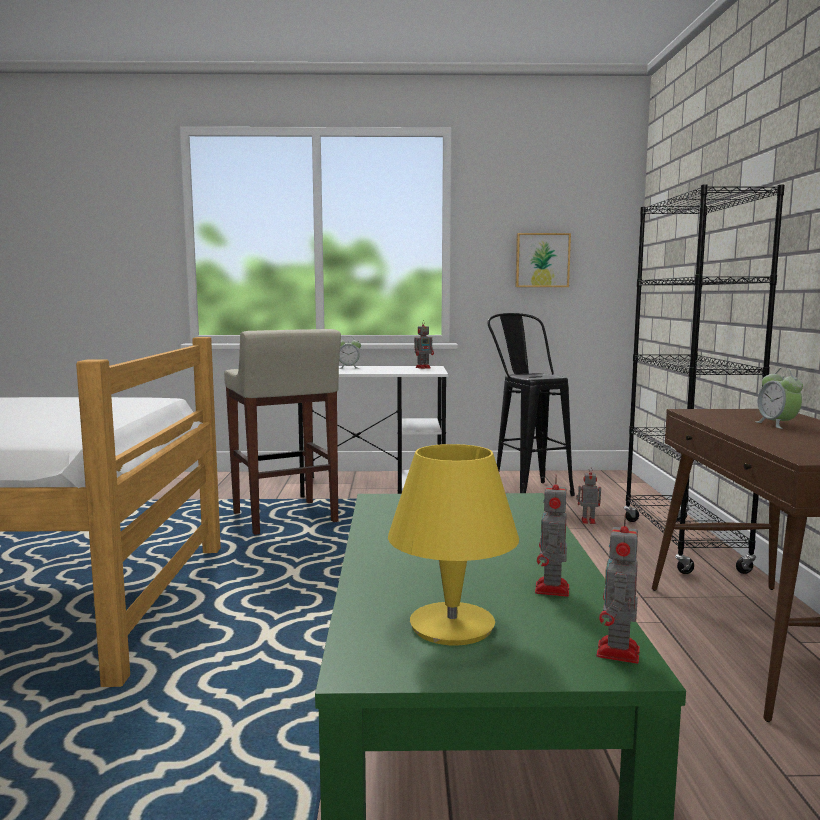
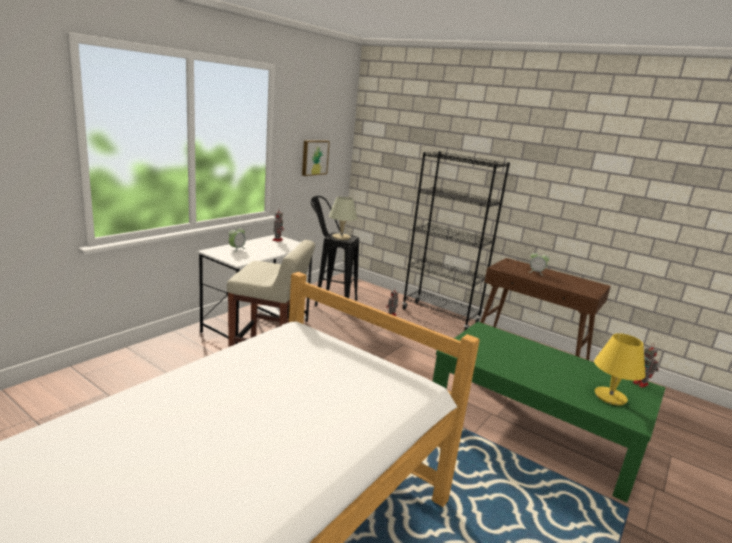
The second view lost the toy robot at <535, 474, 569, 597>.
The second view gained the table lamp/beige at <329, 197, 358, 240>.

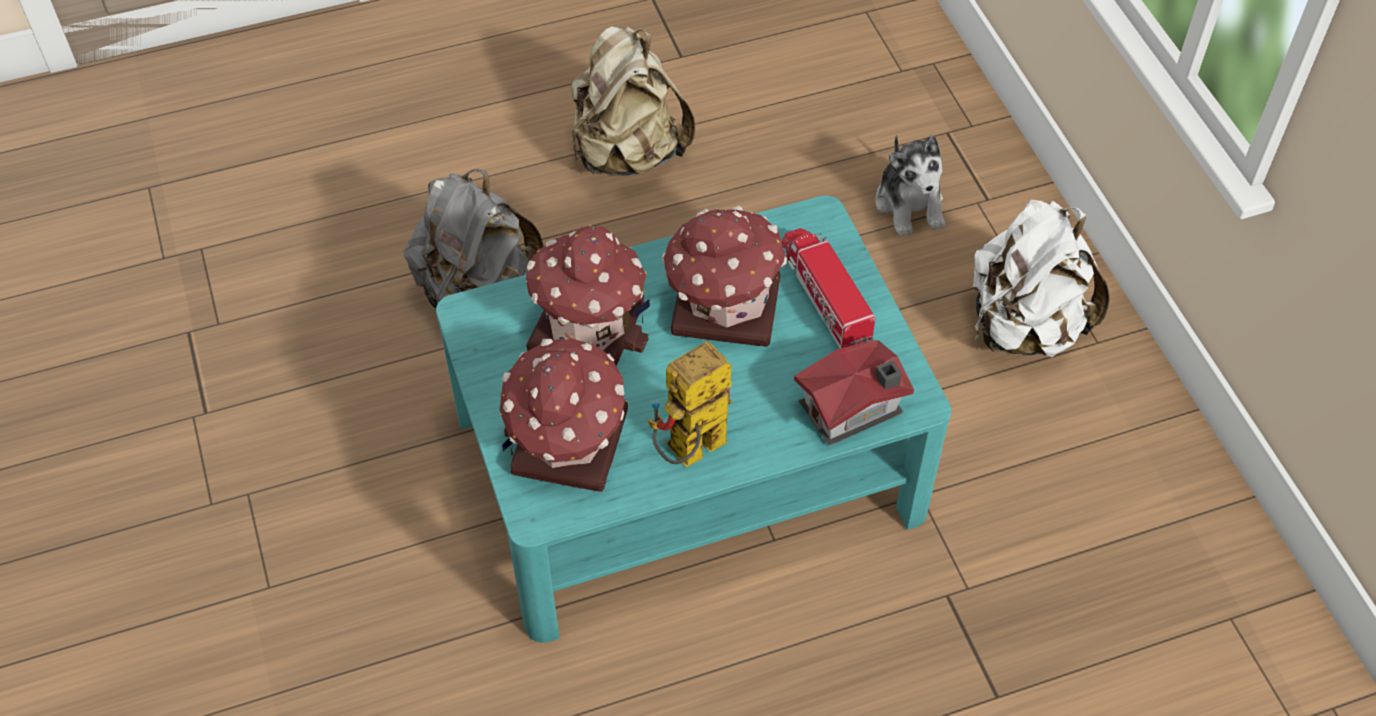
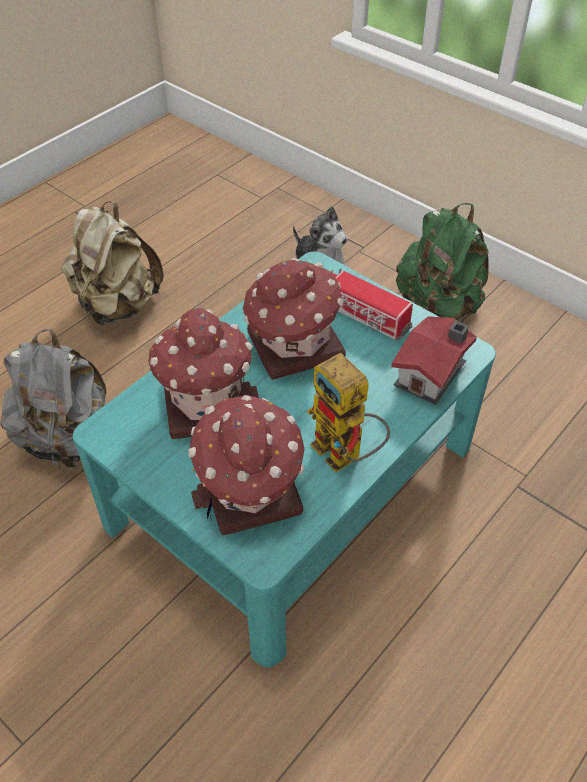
The toy robot at <648, 341, 732, 467> ended up facing another way, 60 degrees counterclockwise from before.
What was the backpack/white at <973, 200, 1110, 357> turned into the backpack/green at <396, 203, 489, 320>.

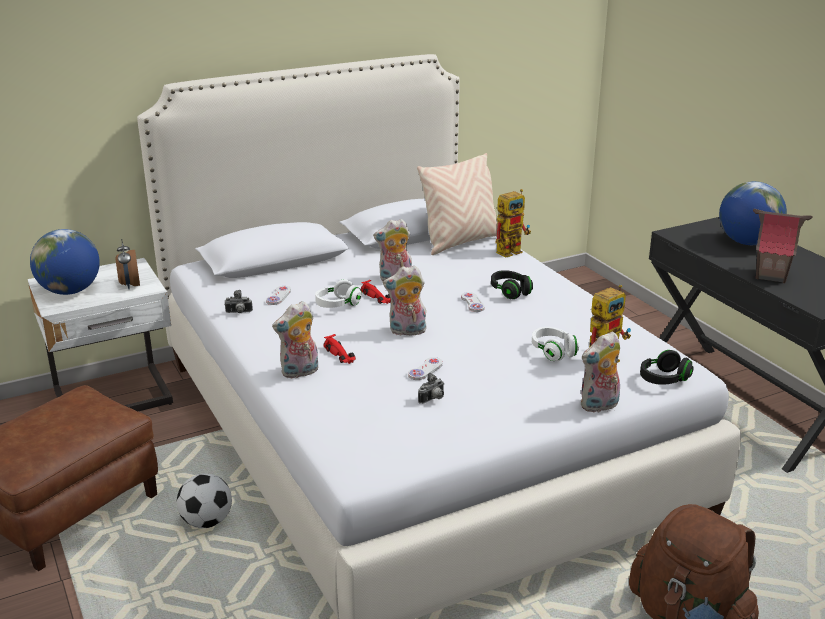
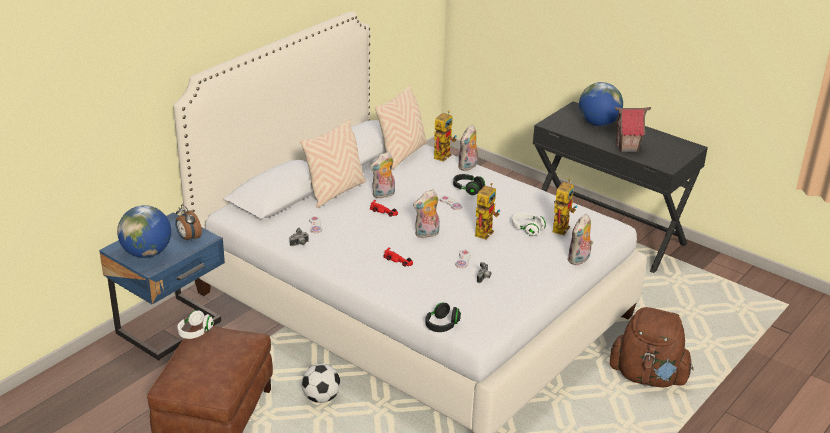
What was the nightstand/white at <28, 258, 173, 411> turned into the nightstand/blue at <99, 213, 225, 361>.
The plush toy ended up elsewhere, having gone from <272, 301, 318, 379> to <458, 125, 479, 171>.
The headphones/white ended up elsewhere, having gone from <315, 280, 362, 308> to <177, 310, 214, 339>.
The headphones/black ended up elsewhere, having gone from <640, 350, 694, 385> to <425, 302, 461, 332>.
The second view gained the pillow/beige at <300, 119, 366, 208>.
The second view gained the toy robot at <475, 183, 500, 240>.

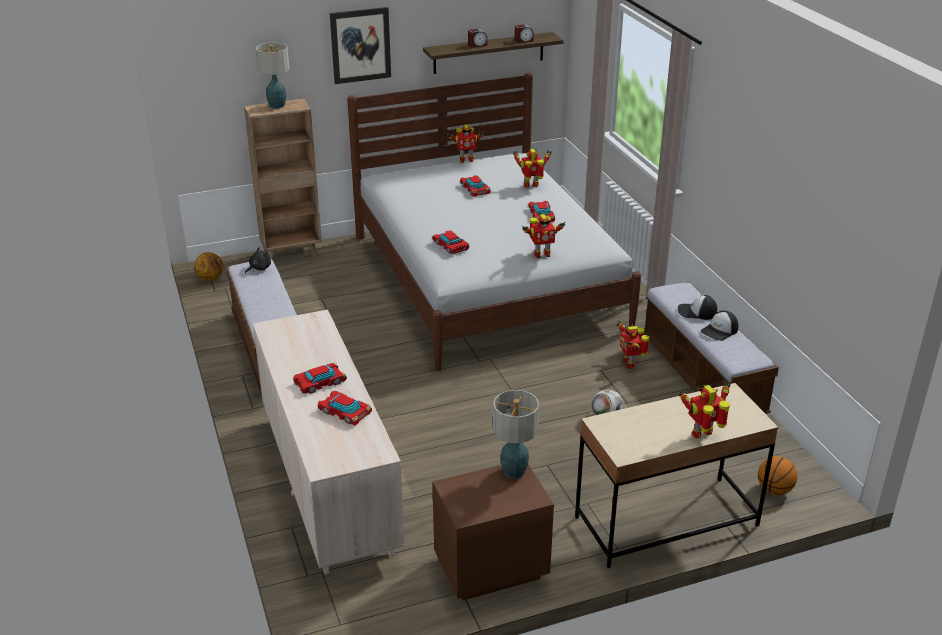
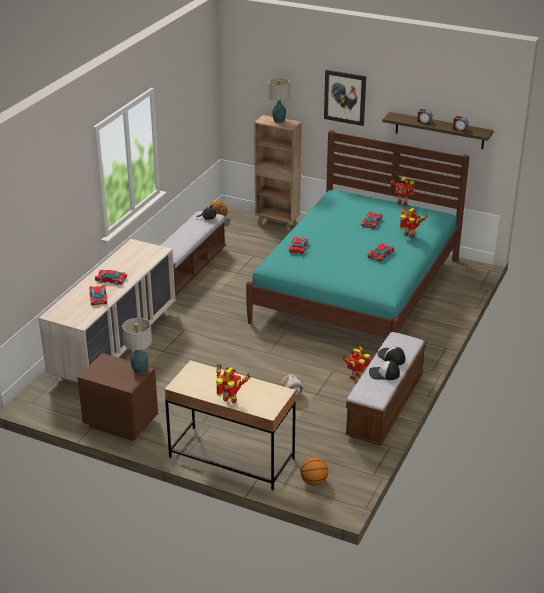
What was the bed/white at <347, 73, 641, 371> turned into the bed/turquoise at <246, 130, 469, 338>.
The second view lost the toy robot at <522, 214, 565, 258>.

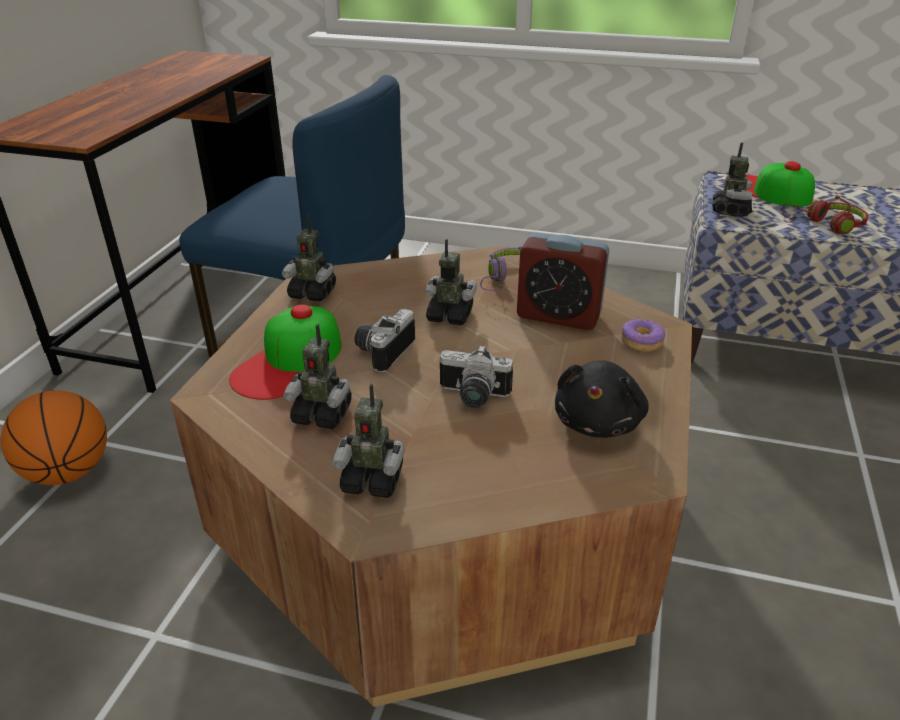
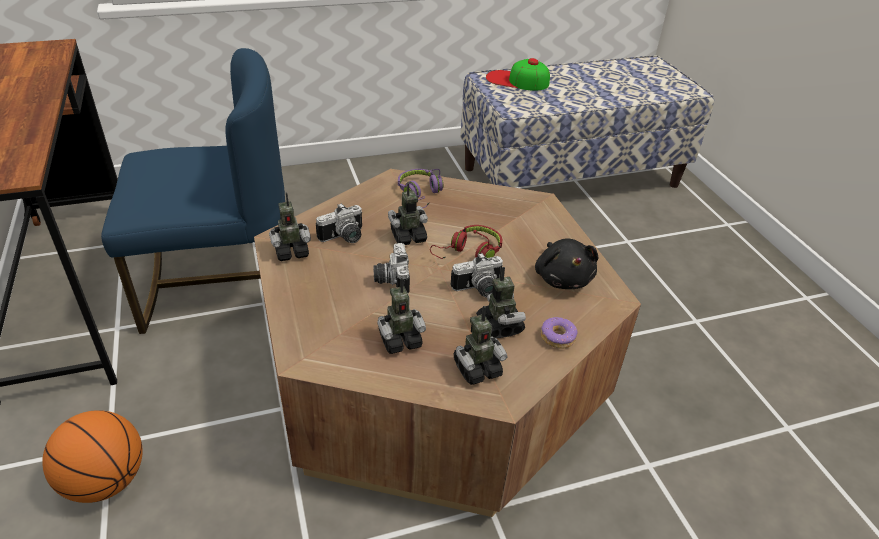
The second view lost the cap at <229, 305, 342, 400>.
The second view lost the alarm clock at <517, 232, 609, 330>.
The donut ended up elsewhere, having gone from <621, 319, 665, 351> to <541, 317, 578, 348>.
The toy robot ended up elsewhere, having gone from <712, 143, 752, 216> to <476, 267, 526, 338>.
The headphones/red ended up elsewhere, having gone from <782, 195, 869, 234> to <430, 225, 502, 259>.
The second view gained the photo camera at <316, 203, 362, 243>.

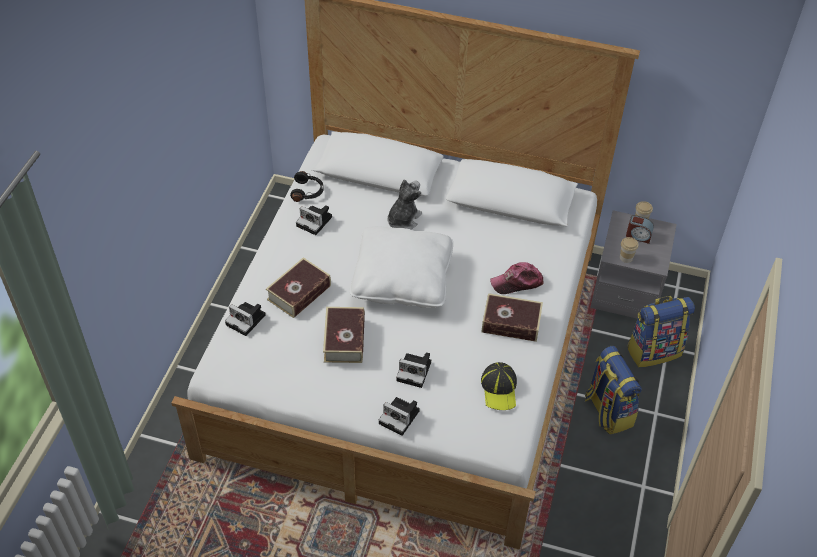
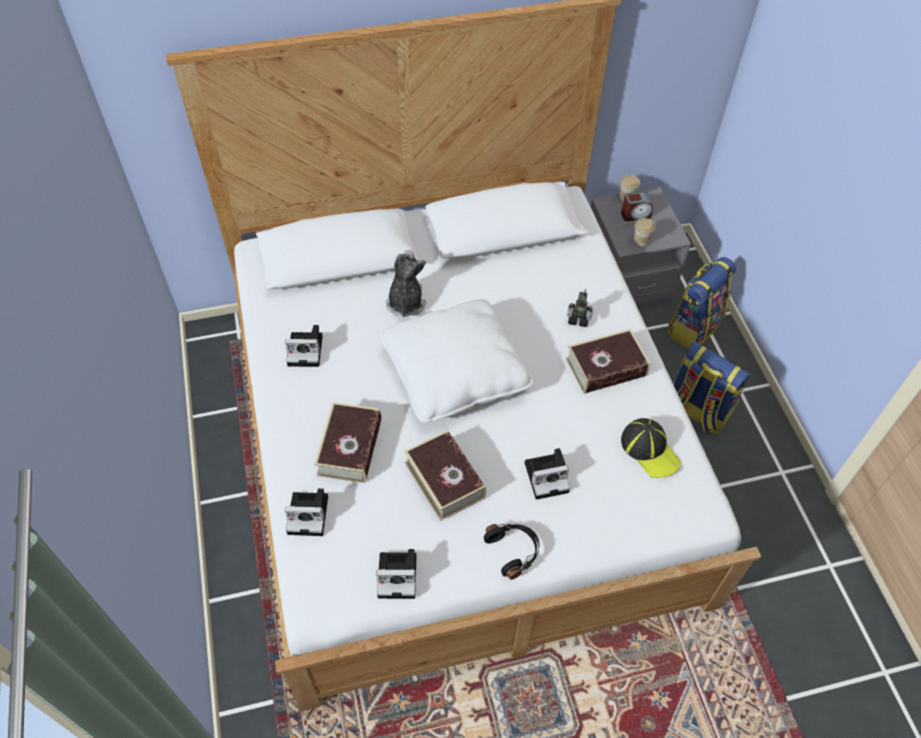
The headphones/black ended up elsewhere, having gone from <290, 171, 324, 202> to <484, 524, 540, 580>.
The photo camera ended up elsewhere, having gone from <379, 397, 420, 436> to <376, 549, 417, 599>.
Where the cap stood at <490, 262, 543, 294>, the toy robot came to stand at <567, 289, 593, 327>.

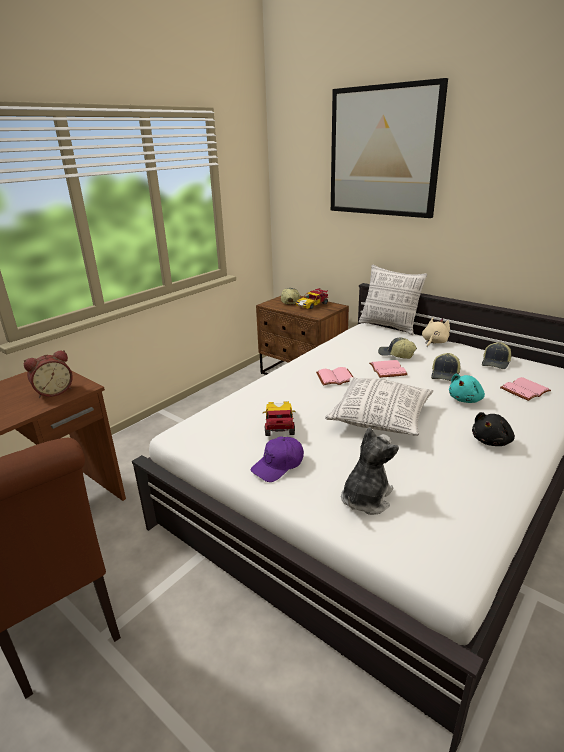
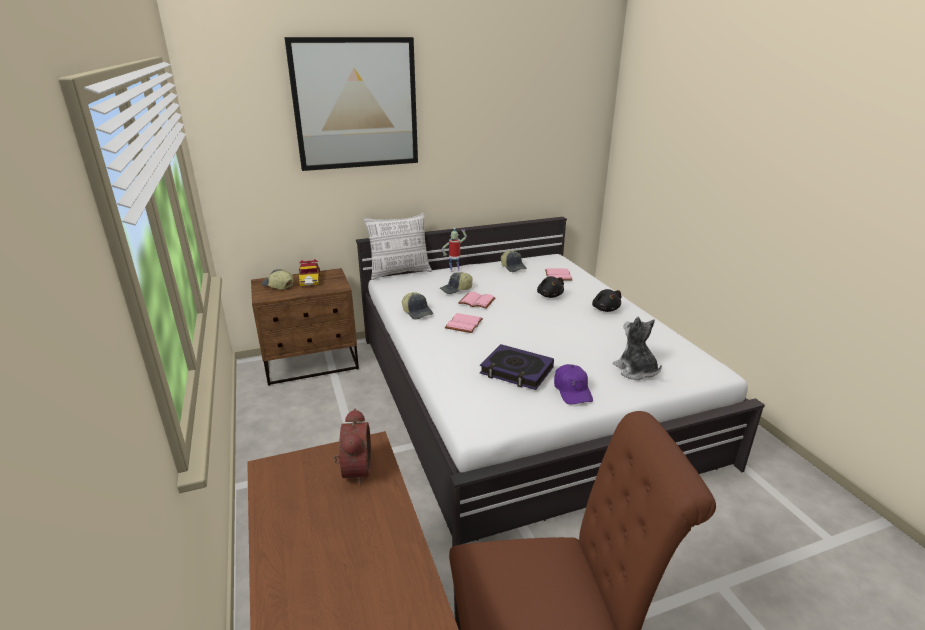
Where the toy car stood at <263, 401, 296, 436>, the book came to stand at <480, 344, 554, 390>.
The second view lost the pillow at <325, 377, 433, 436>.
Where the plush toy/beige stood at <422, 318, 450, 347>, the toy robot came to stand at <441, 228, 467, 272>.
The cap ended up elsewhere, having gone from <431, 353, 460, 381> to <402, 292, 433, 320>.
What was the plush toy/turquoise at <449, 374, 485, 403> turned into the plush toy/black at <537, 276, 564, 298>.

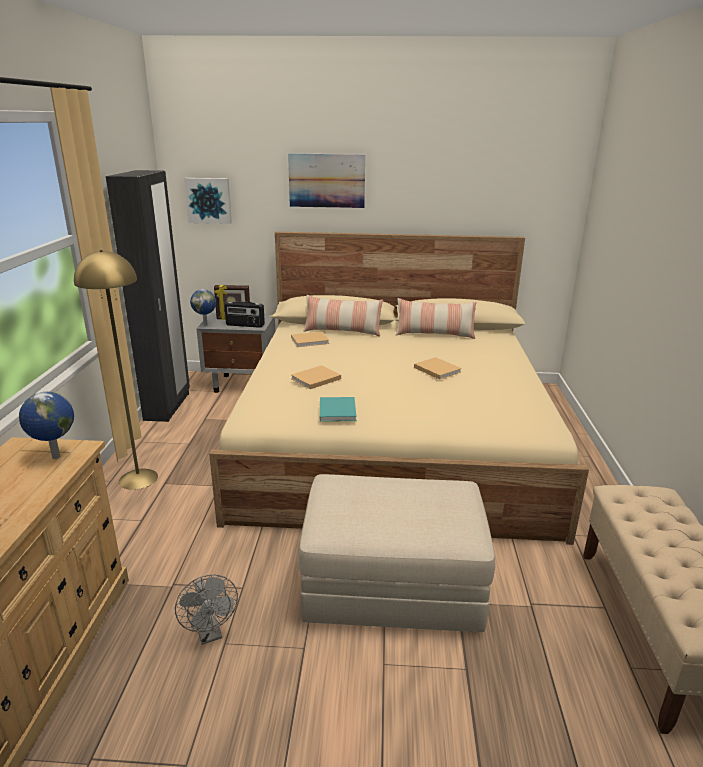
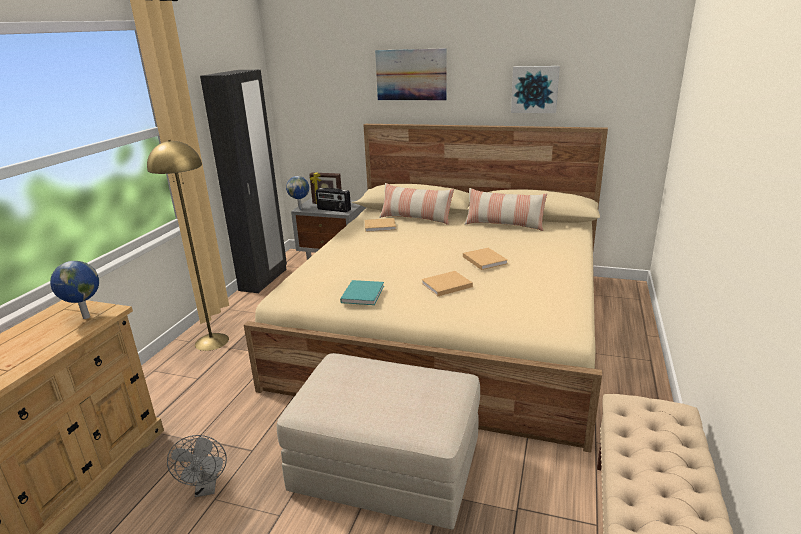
The picture ended up elsewhere, having gone from <184, 178, 232, 224> to <511, 66, 560, 113>.
The book/beige ended up elsewhere, having gone from <291, 365, 341, 389> to <421, 271, 473, 296>.

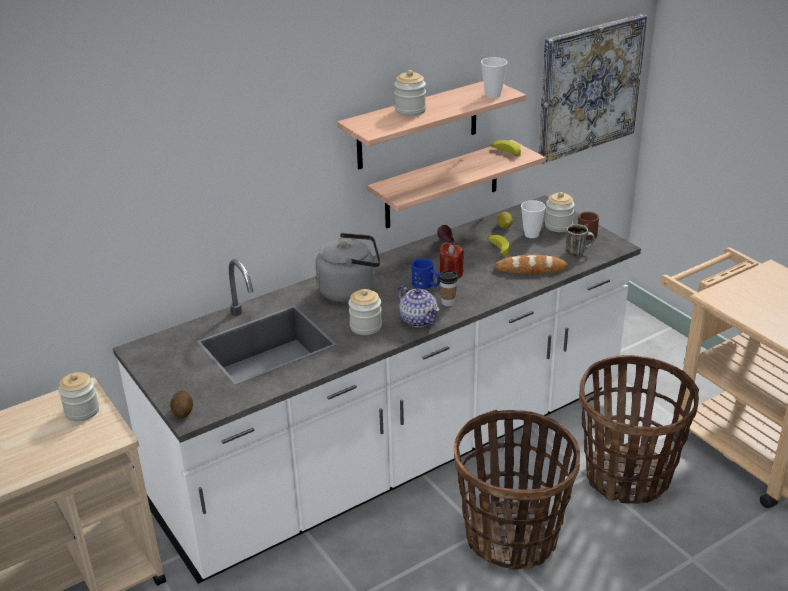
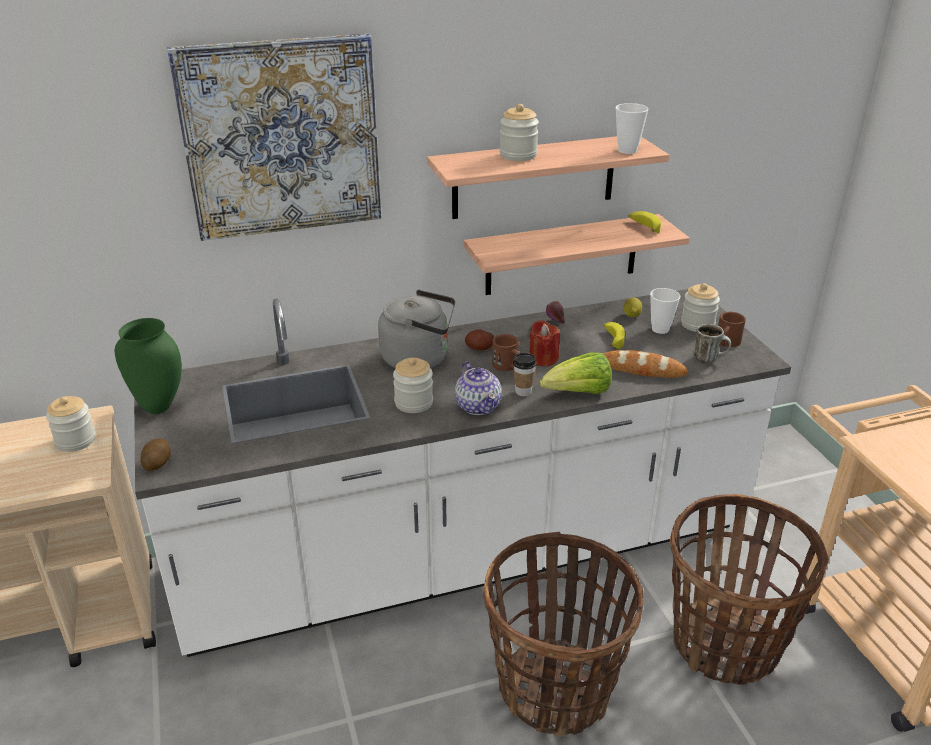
What was the mug/blue at <412, 258, 440, 289> turned into the mug/brown at <492, 334, 519, 371>.
The picture ended up elsewhere, having gone from <538, 14, 647, 164> to <167, 34, 381, 241>.
The second view gained the vase/green at <115, 318, 182, 414>.
The second view gained the potato at <465, 329, 494, 350>.
The second view gained the lettuce at <540, 352, 611, 394>.

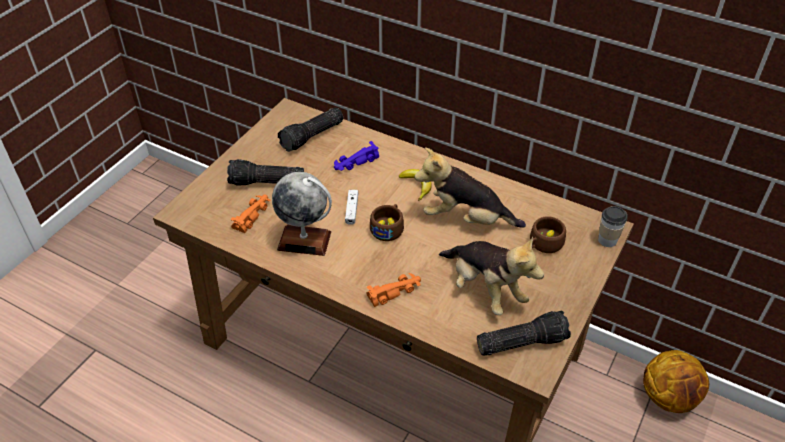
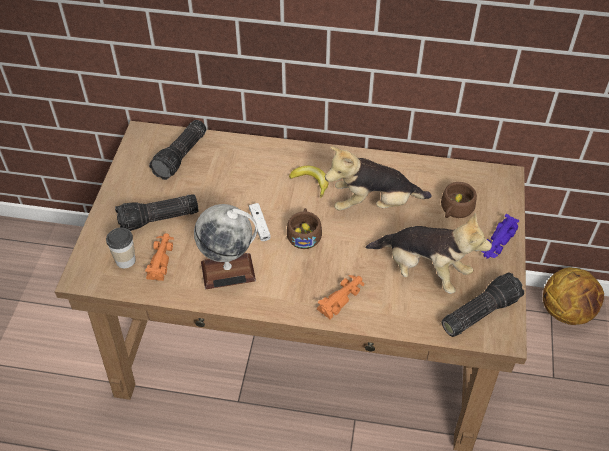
The toy car/purple ended up elsewhere, having gone from <334, 141, 379, 171> to <481, 214, 520, 259>.
The cup ended up elsewhere, having gone from <598, 206, 628, 247> to <106, 228, 136, 268>.

